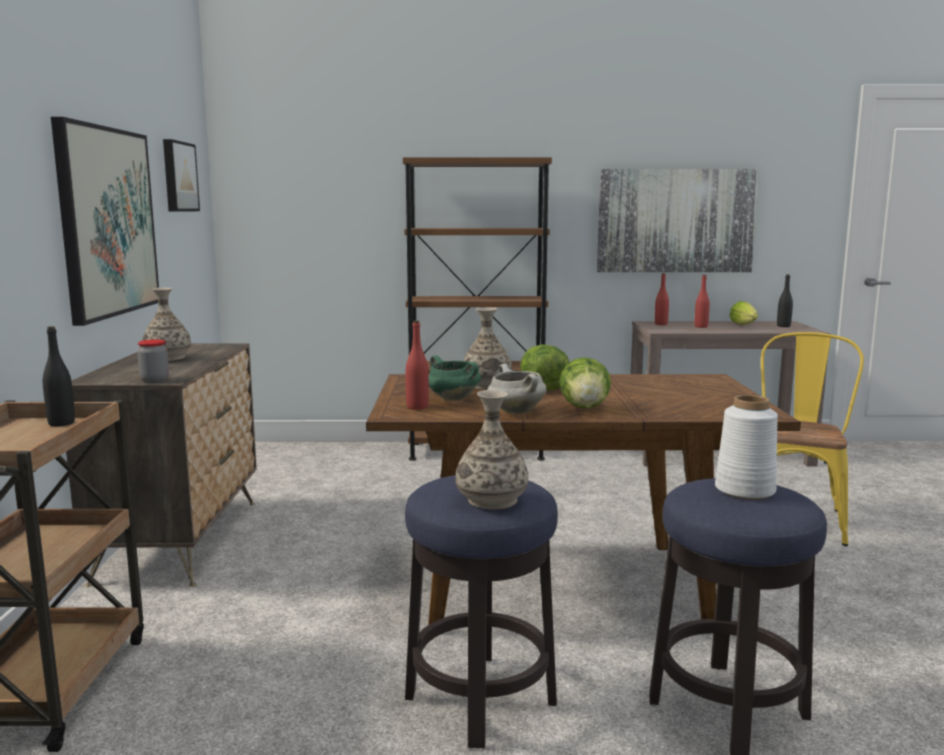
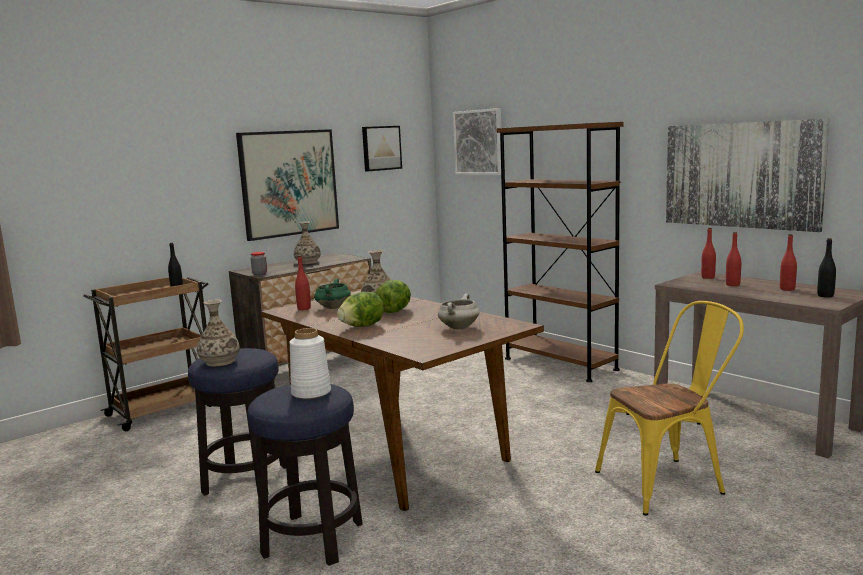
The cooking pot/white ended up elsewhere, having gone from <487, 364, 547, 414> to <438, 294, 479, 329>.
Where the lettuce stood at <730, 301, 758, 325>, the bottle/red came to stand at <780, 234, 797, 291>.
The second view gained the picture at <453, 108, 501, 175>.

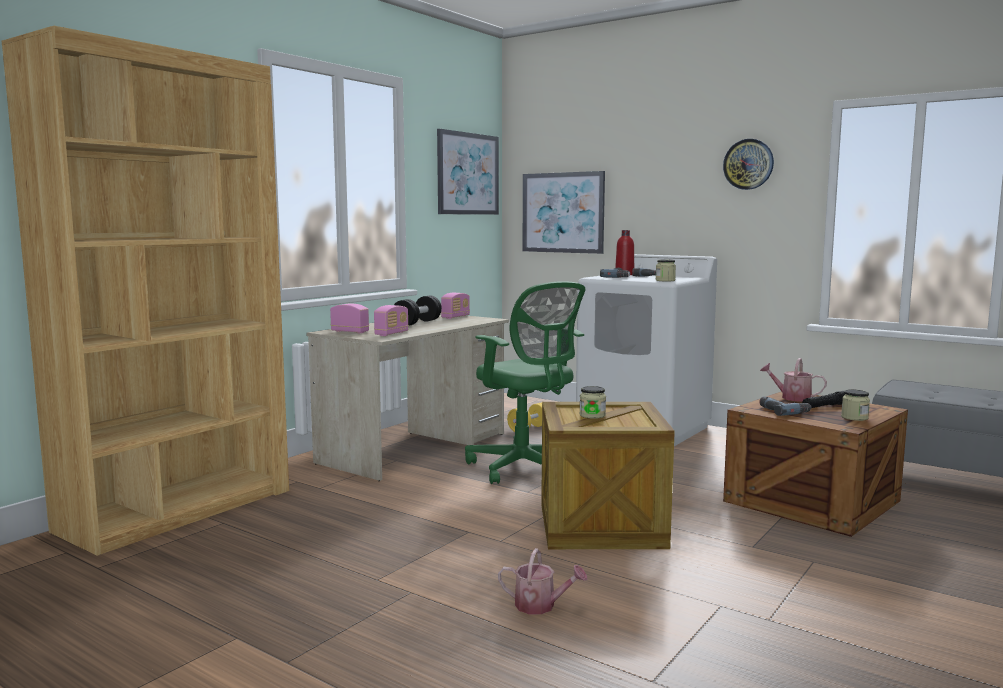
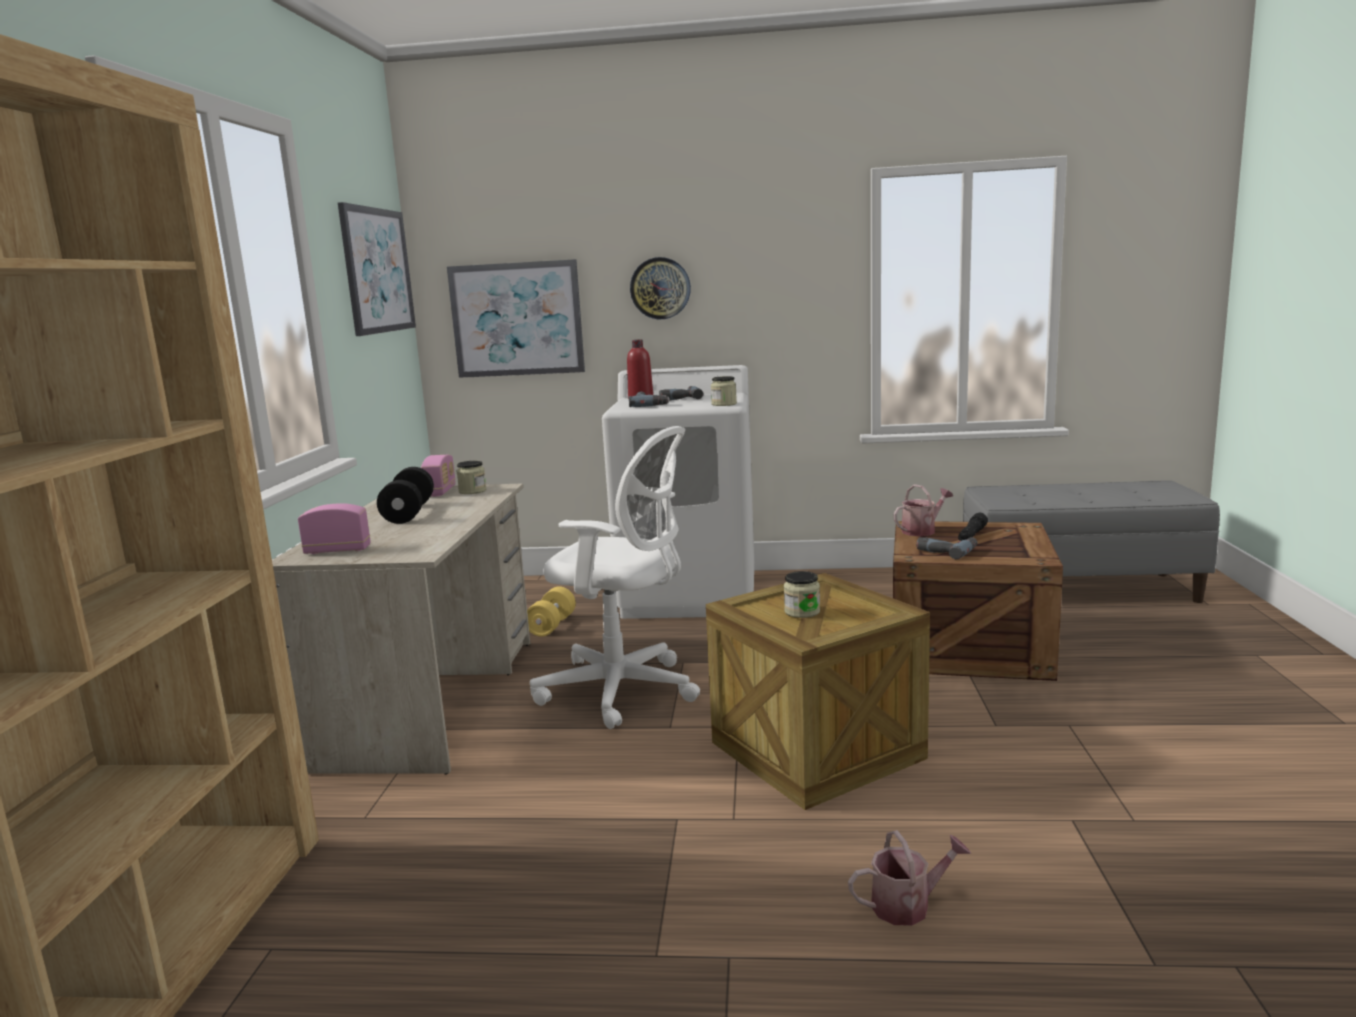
The second view lost the radio at <374, 305, 409, 336>.
What was the office chair/green at <465, 281, 585, 484> turned into the office chair/white at <530, 426, 700, 729>.
The wall clock ended up elsewhere, having gone from <723, 139, 774, 190> to <630, 257, 691, 319>.
The watering can at <760, 358, 827, 402> ended up facing another way, 150 degrees clockwise from before.
The jar ended up elsewhere, having gone from <841, 389, 870, 421> to <456, 461, 486, 494>.

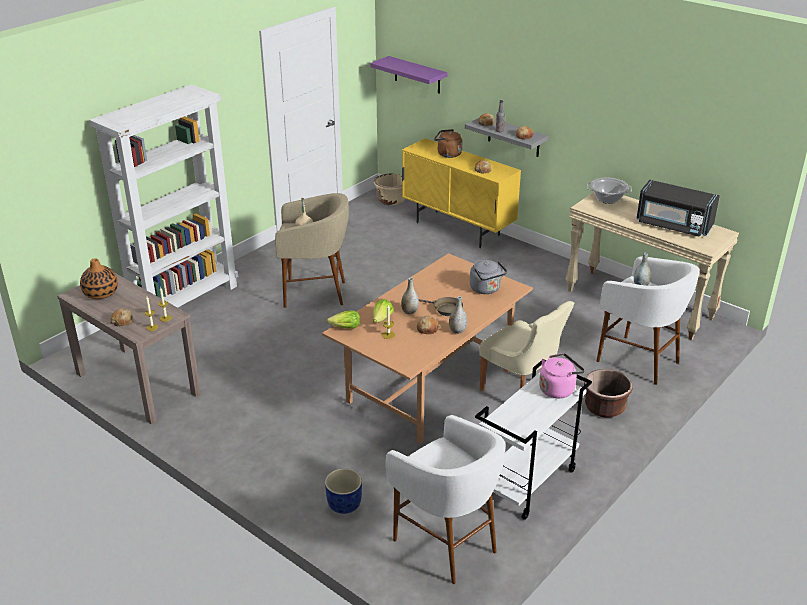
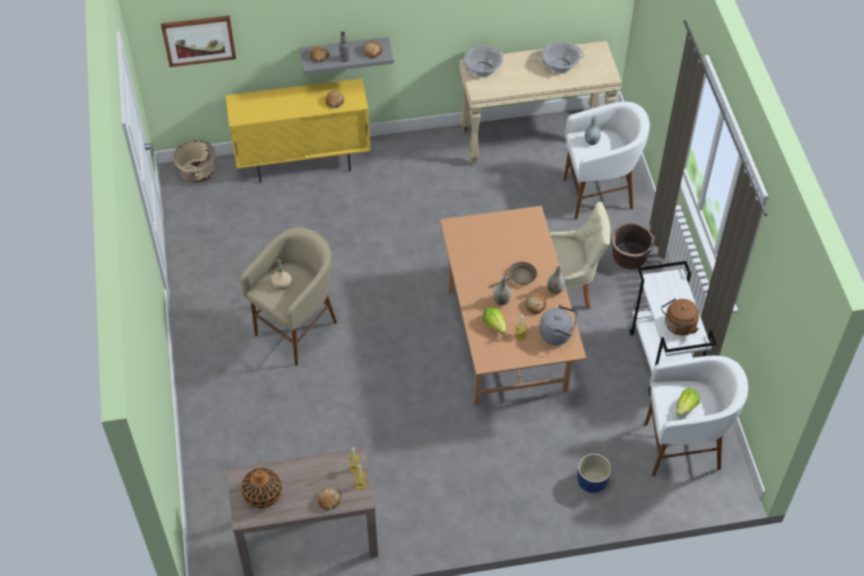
The second view lost the bookcase/white at <89, 84, 238, 308>.
The lettuce ended up elsewhere, having gone from <327, 310, 360, 329> to <676, 388, 700, 416>.
Where the shelf/purple hung at <370, 56, 447, 94>, the picture came to hang at <161, 15, 236, 67>.
The kettle/brown ended up elsewhere, having gone from <434, 129, 462, 158> to <661, 298, 699, 335>.
The kettle/grey ended up elsewhere, having gone from <470, 260, 507, 294> to <540, 304, 577, 345>.
The second view lost the kettle/pink at <539, 353, 585, 398>.
Where the microwave/black stood at <637, 180, 720, 237>, the cooking pot came to stand at <538, 41, 584, 73>.

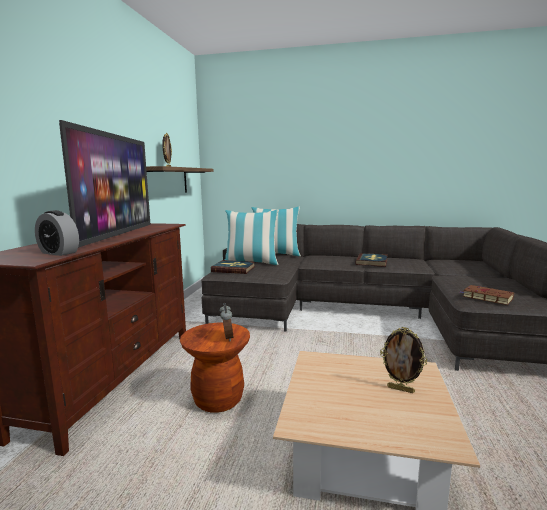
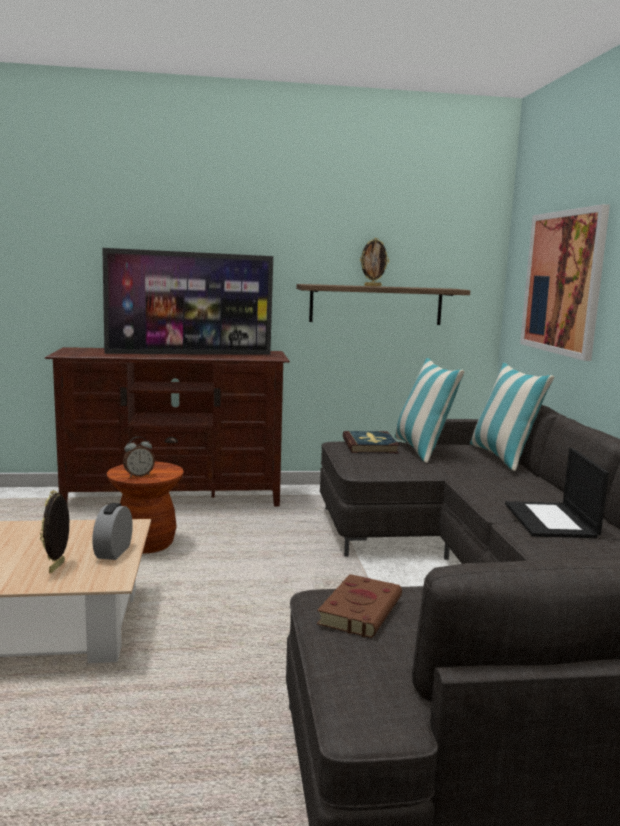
The alarm clock ended up elsewhere, having gone from <35, 210, 79, 256> to <92, 503, 133, 560>.
Where the book stood at <355, 253, 388, 267>, the laptop came to stand at <505, 448, 609, 538>.
The second view gained the picture at <520, 204, 610, 361>.

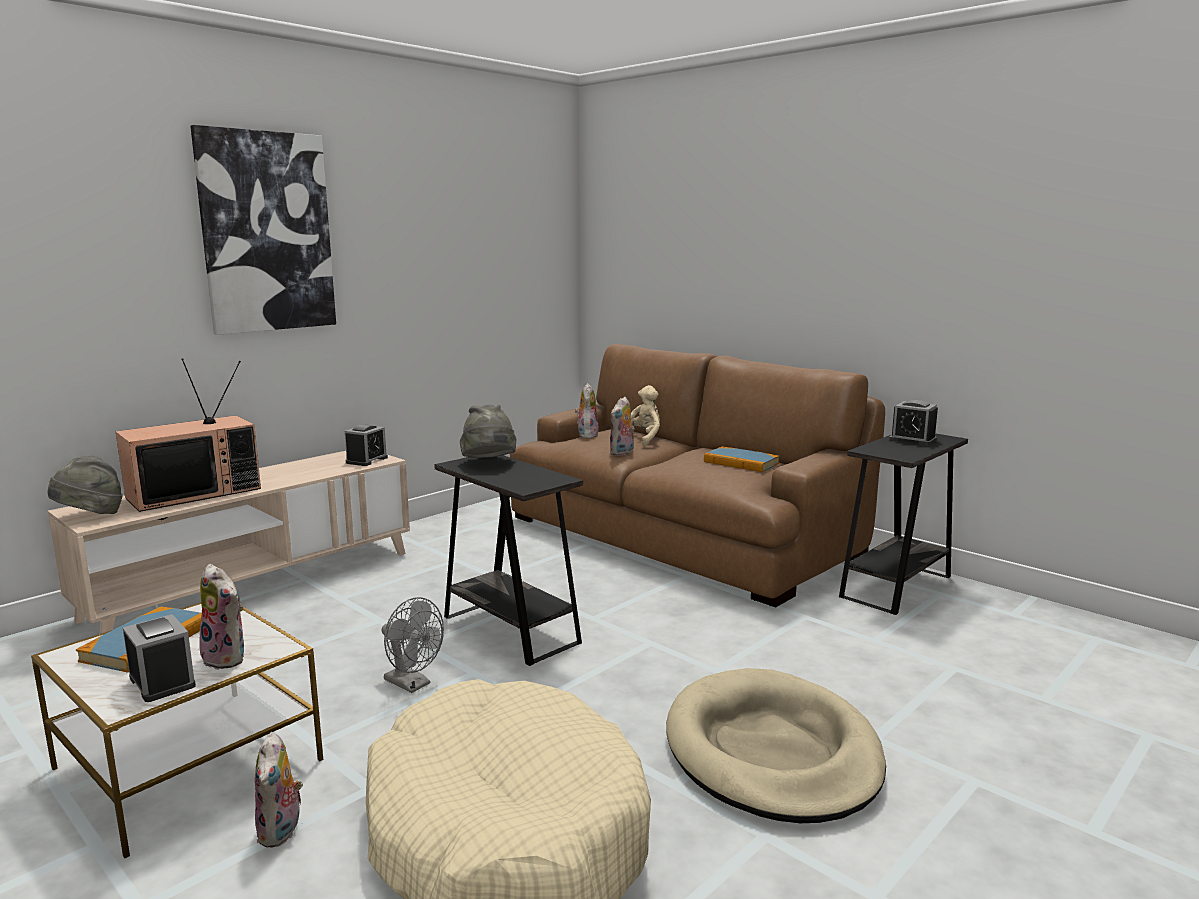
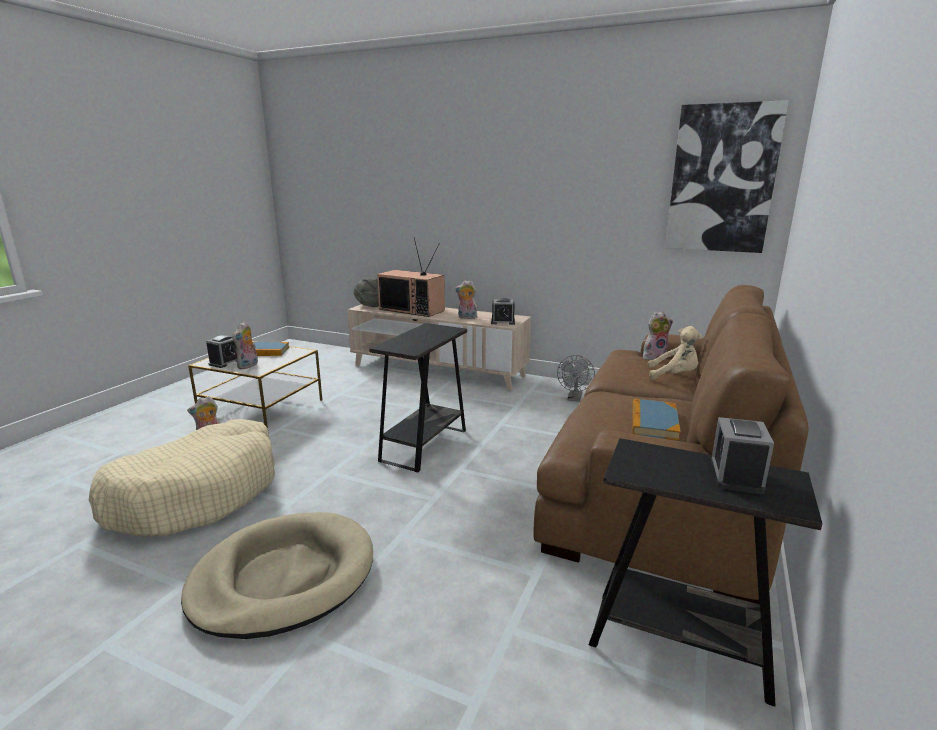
The picture ended up elsewhere, having gone from <190, 125, 336, 335> to <665, 100, 789, 253>.
The fan/grey ended up elsewhere, having gone from <382, 597, 444, 693> to <557, 355, 595, 402>.
The second view lost the hat/grey at <460, 404, 516, 458>.
The plush toy ended up elsewhere, having gone from <610, 397, 635, 456> to <455, 280, 478, 319>.

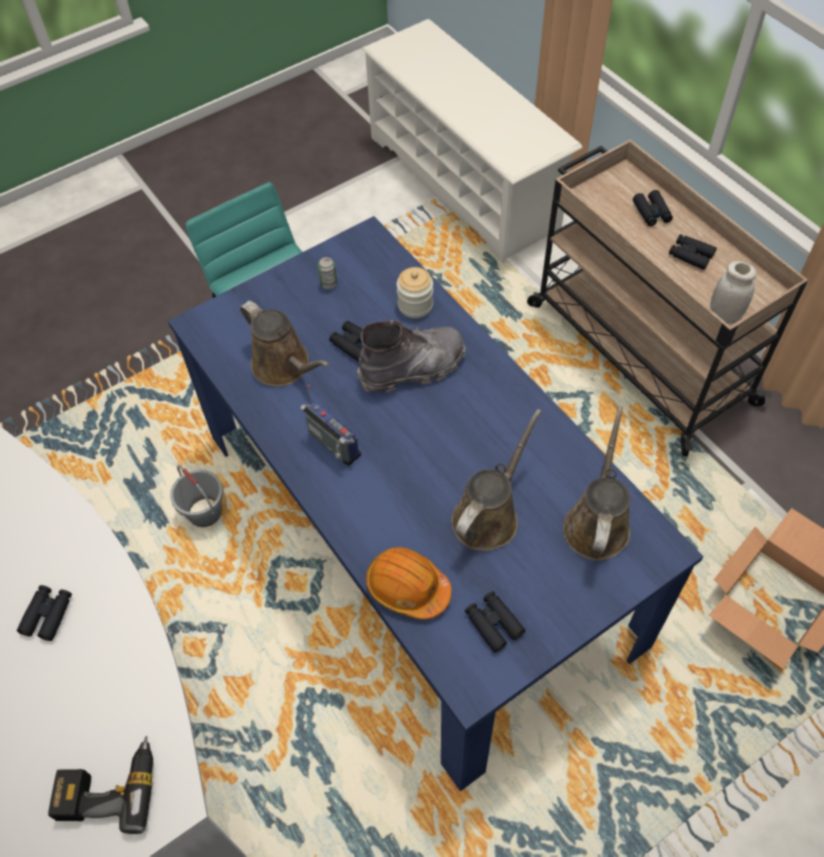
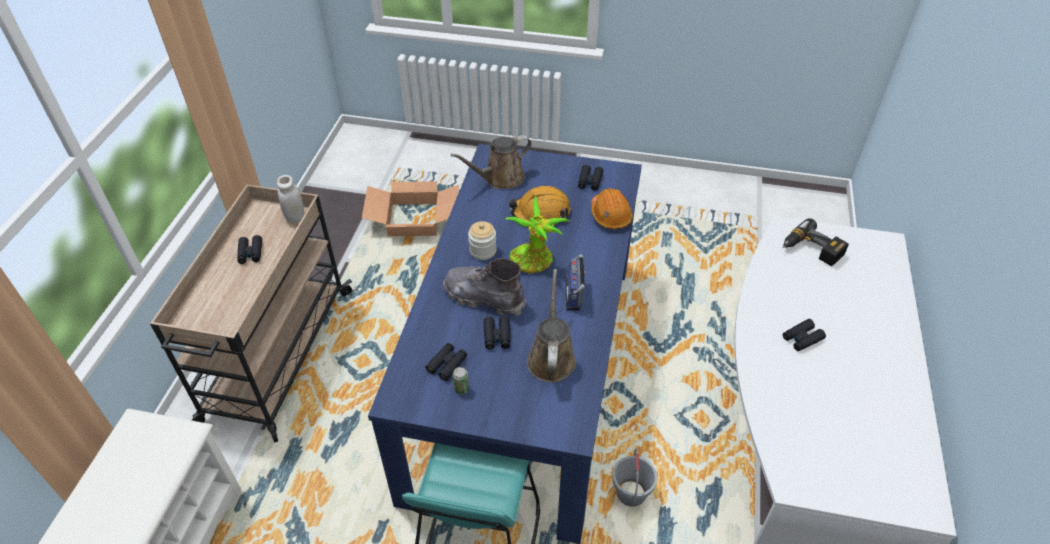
The jar ended up elsewhere, having gone from <397, 267, 433, 318> to <468, 221, 497, 260>.
Where the watering can/brown stood at <451, 409, 542, 551>, the hard hat/orange came to stand at <508, 186, 570, 221>.
The binoculars/black ended up elsewhere, having gone from <633, 190, 673, 226> to <425, 343, 467, 381>.
The second view gained the potted plant at <506, 196, 569, 274>.

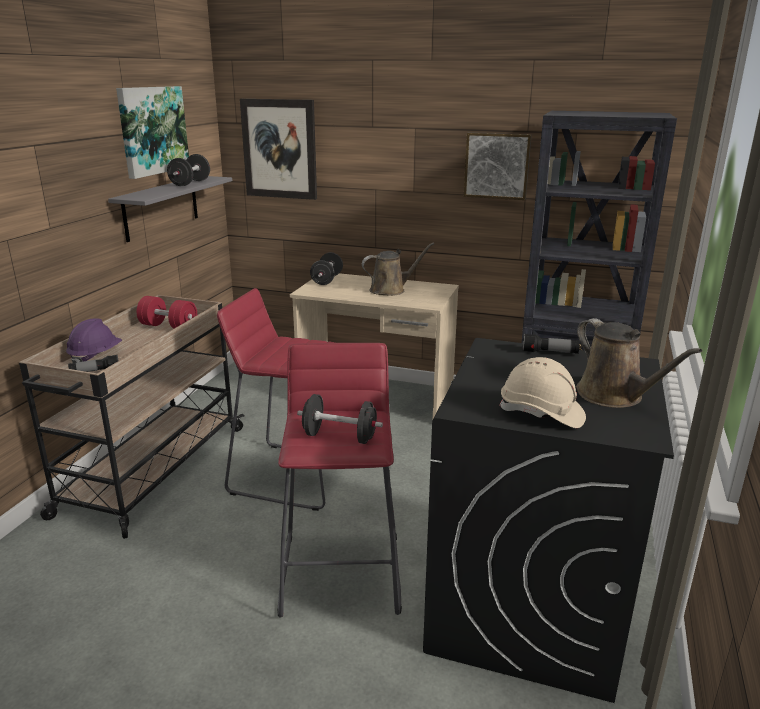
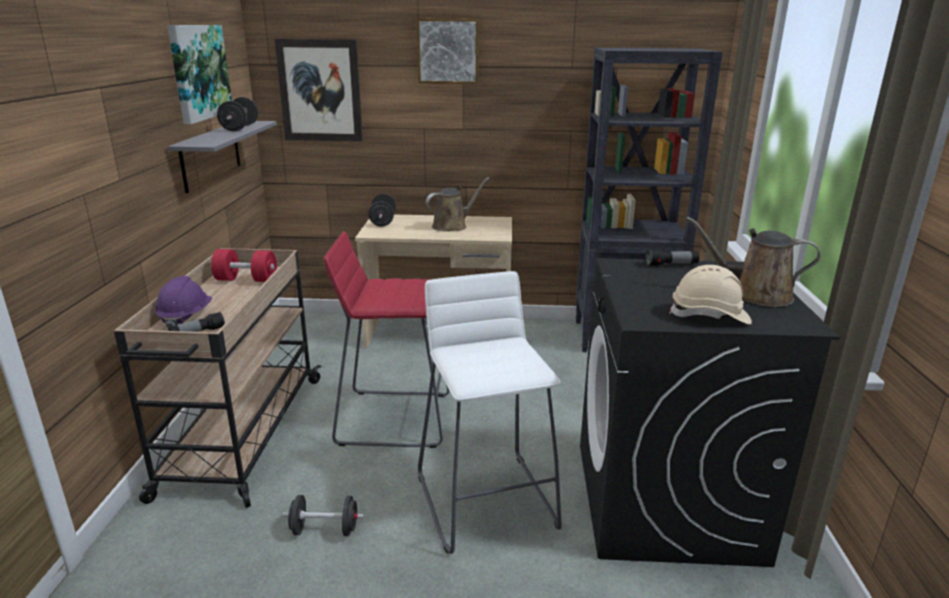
What was the stool/red at <277, 343, 402, 618> turned into the stool/white at <418, 271, 562, 554>.
The dumbbell/black ended up elsewhere, having gone from <297, 394, 383, 444> to <283, 495, 364, 536>.
The picture ended up elsewhere, having gone from <464, 132, 532, 200> to <417, 18, 479, 84>.
The watering can/brown at <576, 318, 702, 408> ended up facing another way, 150 degrees clockwise from before.

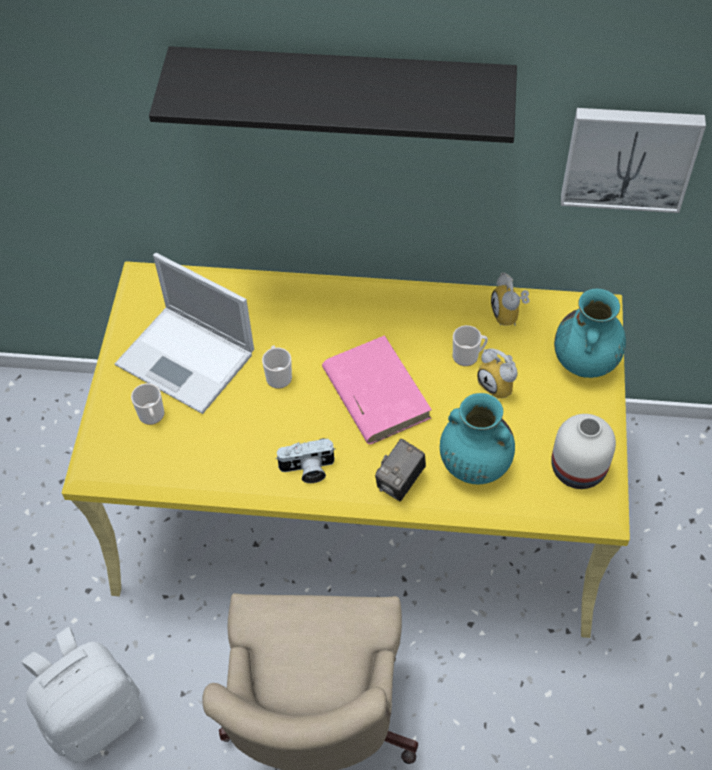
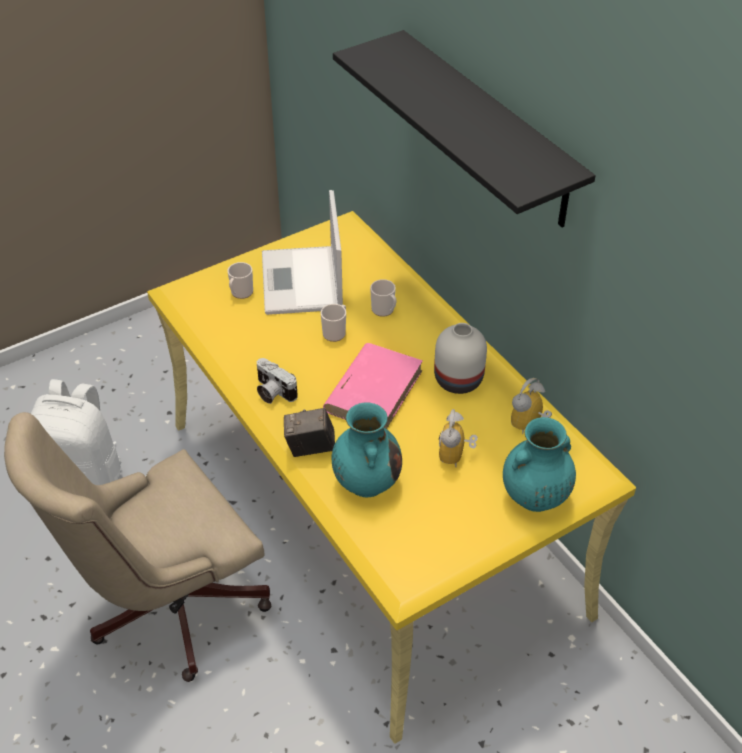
The mug ended up elsewhere, having gone from <453, 325, 488, 366> to <370, 279, 396, 317>.
The vase/white ended up elsewhere, having gone from <551, 414, 616, 489> to <434, 323, 487, 394>.
The second view lost the picture at <561, 108, 706, 213>.

